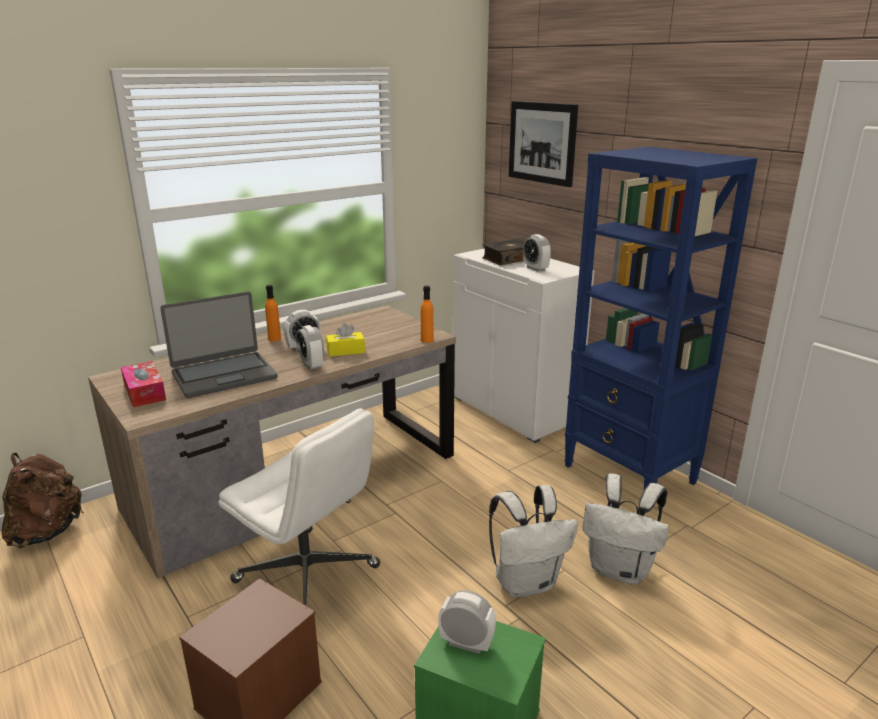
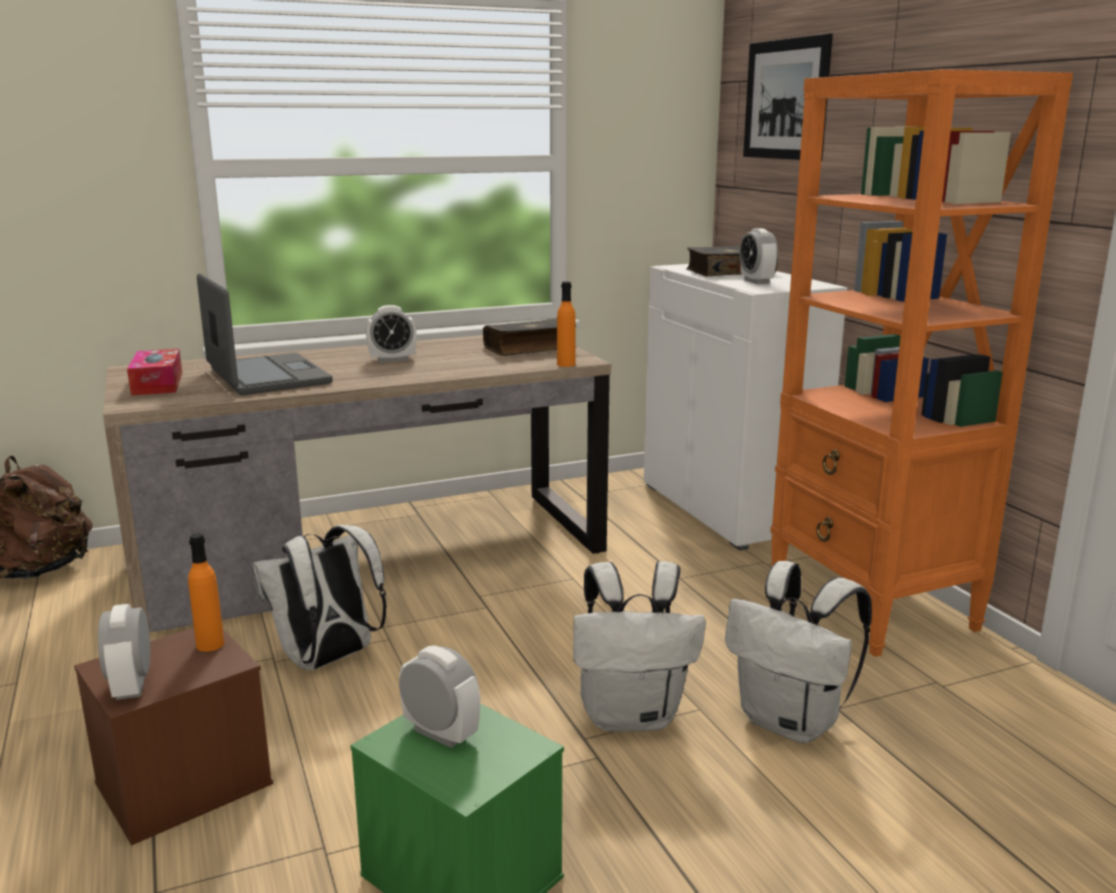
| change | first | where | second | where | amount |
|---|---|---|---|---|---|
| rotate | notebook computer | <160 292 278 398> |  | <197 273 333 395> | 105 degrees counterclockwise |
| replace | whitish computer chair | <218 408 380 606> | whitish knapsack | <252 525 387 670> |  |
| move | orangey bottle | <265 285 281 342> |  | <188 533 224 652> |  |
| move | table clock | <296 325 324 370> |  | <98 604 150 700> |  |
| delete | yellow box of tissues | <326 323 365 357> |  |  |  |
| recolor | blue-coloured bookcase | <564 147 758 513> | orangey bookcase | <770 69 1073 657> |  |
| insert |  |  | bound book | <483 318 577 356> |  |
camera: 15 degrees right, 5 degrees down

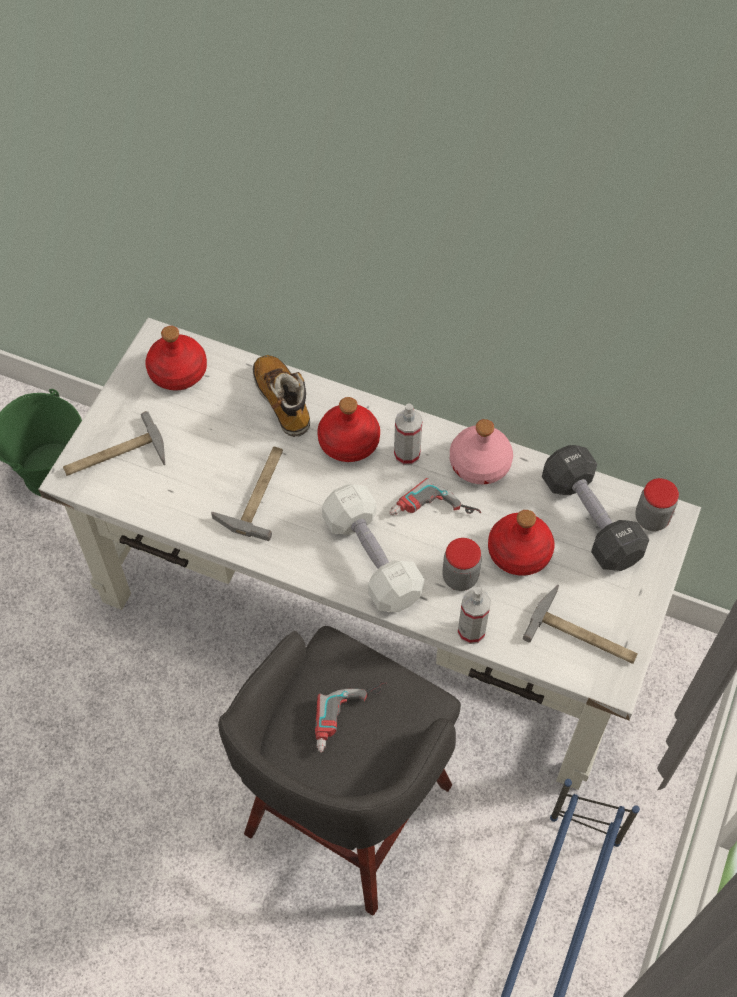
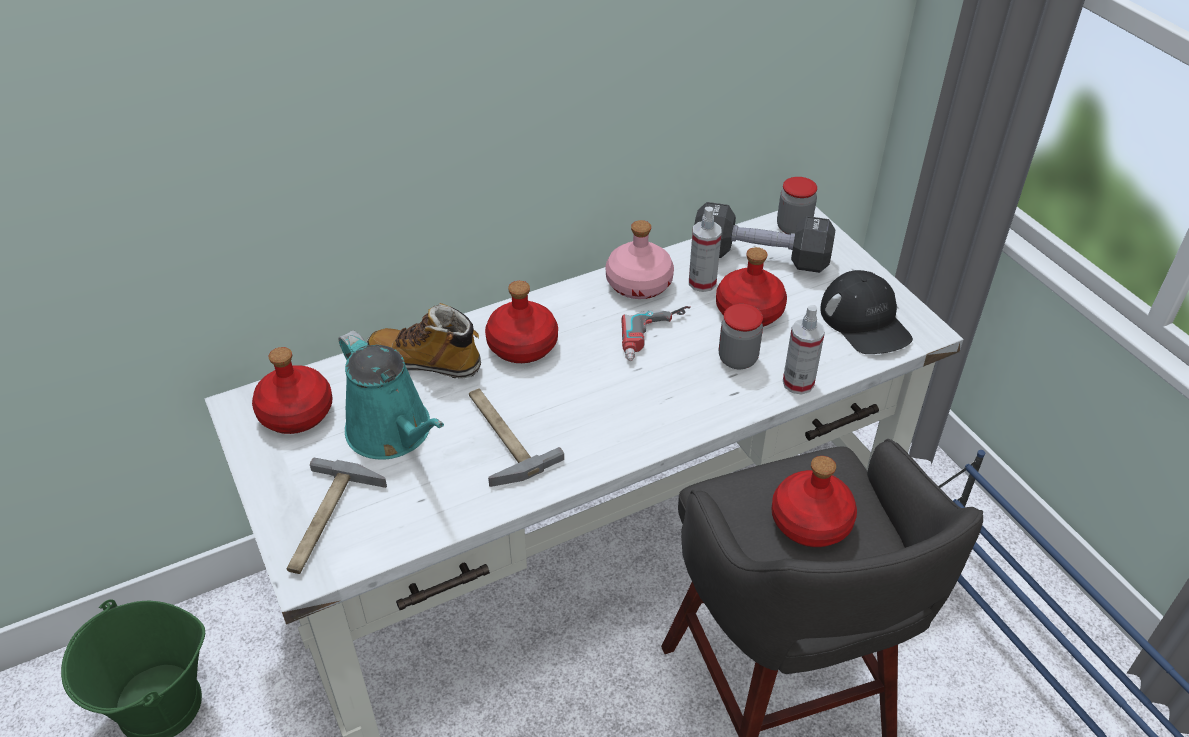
| change | first | where | second | where | amount |
|---|---|---|---|---|---|
| replace | drill | <315 682 387 753> | red bottle | <771 456 857 547> |  |
| delete | whitish free weight | <322 484 424 612> |  |  |  |
| move | spray bottle | <394 404 423 465> |  | <689 207 722 292> |  |
| replace | hammer | <523 585 638 664> | black peaked cap | <820 270 913 354> |  |
| insert |  |  | turquoise watering pot | <338 330 444 459> |  |
camera: 50 degrees left, 15 degrees down

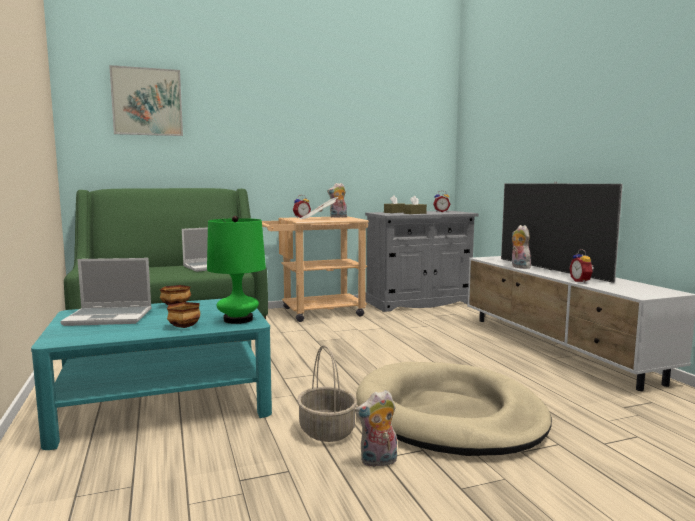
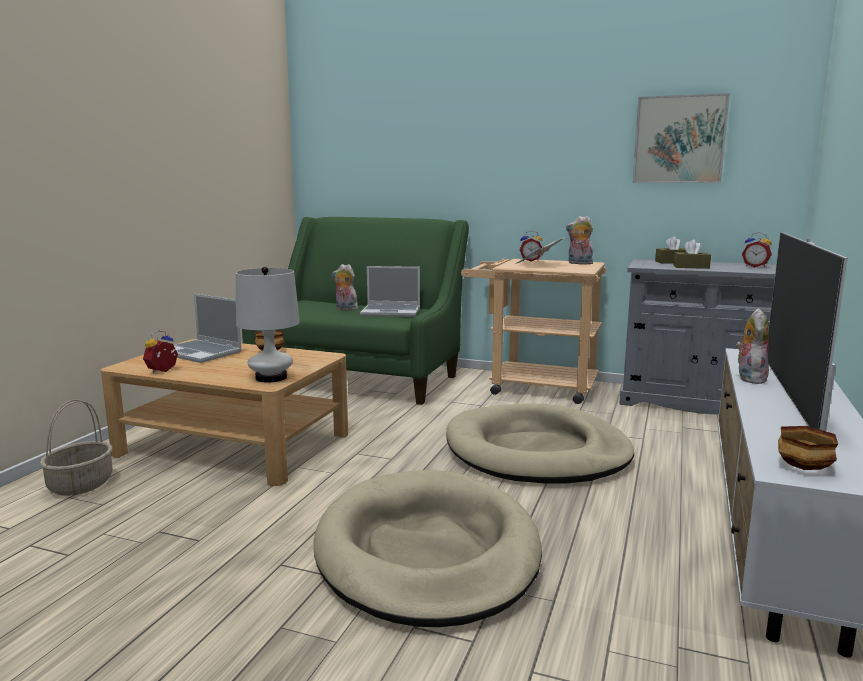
| change | first | where | second | where | amount |
|---|---|---|---|---|---|
| recolor | turquoise lounge table | <31 299 272 450> | sand-coloured lounge table | <101 339 348 486> |  |
| move | wall picture | <109 65 183 136> |  | <633 93 730 183> |  |
| move | serving bowl | <167 302 200 328> |  | <778 426 838 470> |  |
| recolor | green lamp for a table | <207 216 266 324> | whitish lamp for a table | <236 267 300 382> |  |
| move | household basket | <297 345 357 442> |  | <40 399 112 496> |  |
| move | cuddly toy | <355 390 397 467> |  | <332 264 358 311> |  |
| move | table clock | <570 249 593 283> |  | <143 330 178 374> |  |
| insert |  |  | sand-coloured dog bed | <446 403 634 484> |  |
camera: 40 degrees right, 5 degrees up

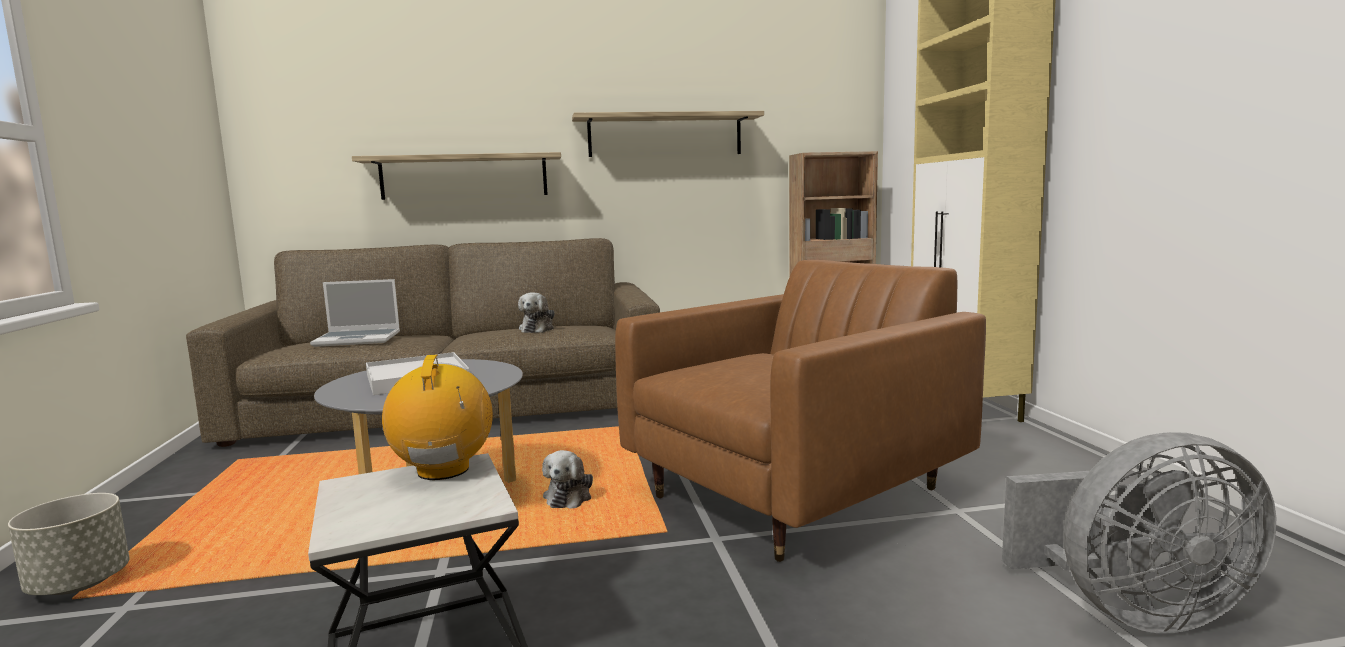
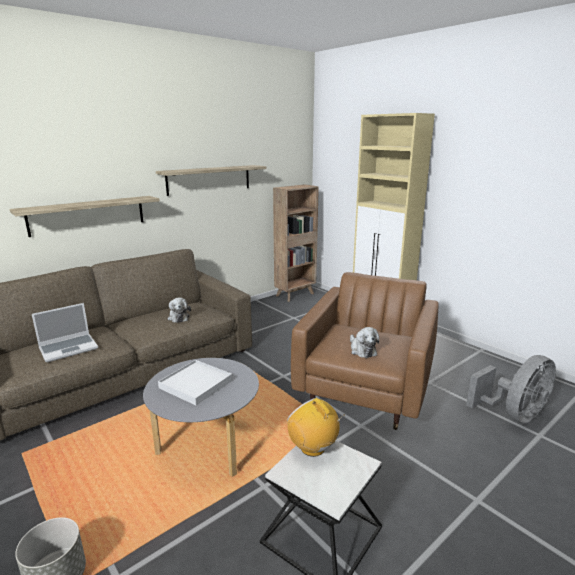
| change | first | where | second | where | amount |
|---|---|---|---|---|---|
| move | cuddly toy | <542 450 593 509> |  | <350 327 379 358> |  |
camera: 30 degrees left, 10 degrees up

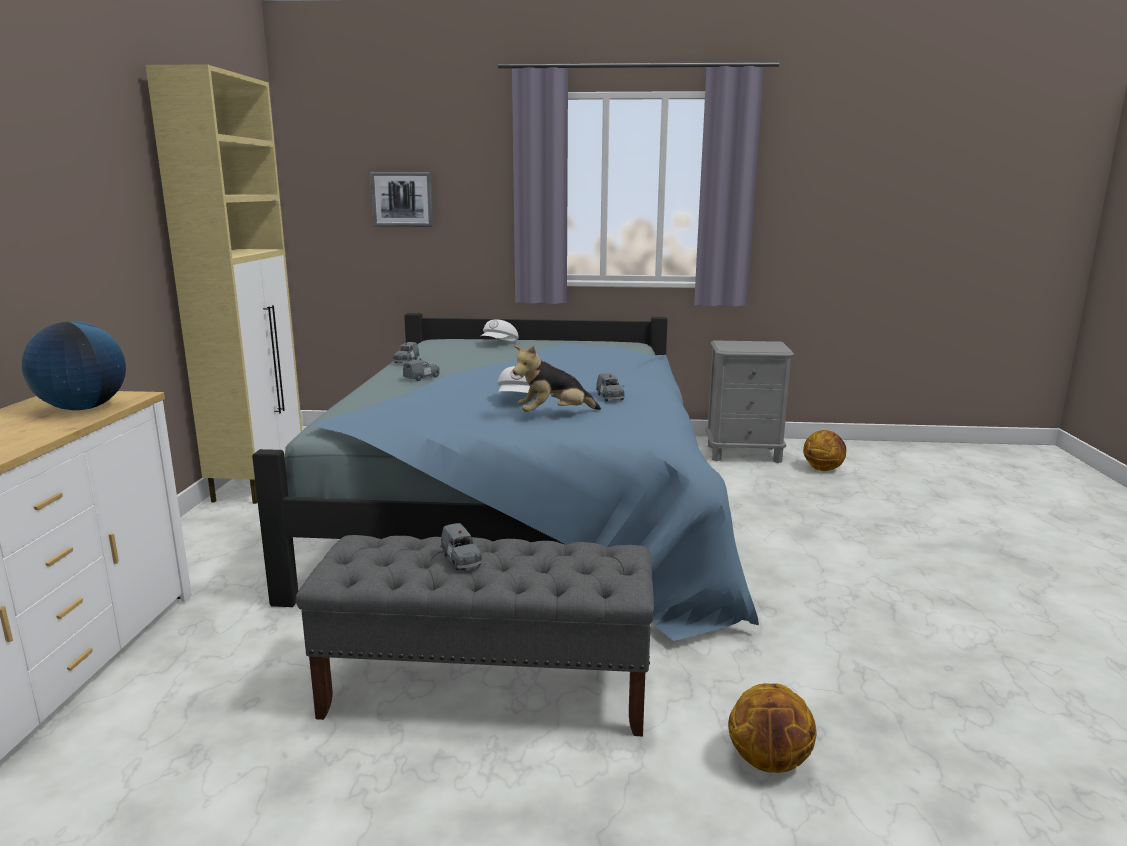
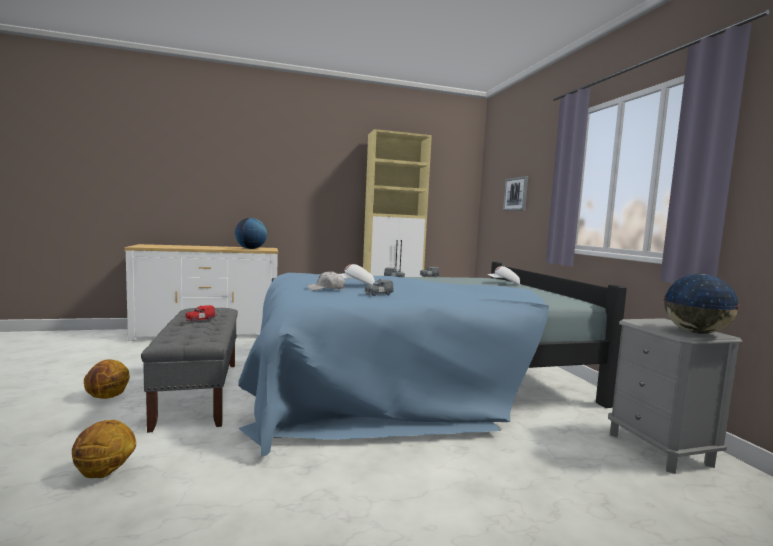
| change | first | where | second | where | amount |
|---|---|---|---|---|---|
| recolor | greyish toy car | <440 523 482 570> | red toy car | <186 305 216 323> |  |
| replace | cuddly toy | <513 346 601 412> | whitish peaked cap | <307 271 345 290> |  |
| move | ball for basketball | <803 430 846 471> |  | <84 359 130 399> |  |
| insert |  |  | world globe | <663 274 740 334> |  |
camera: 70 degrees right, 10 degrees down

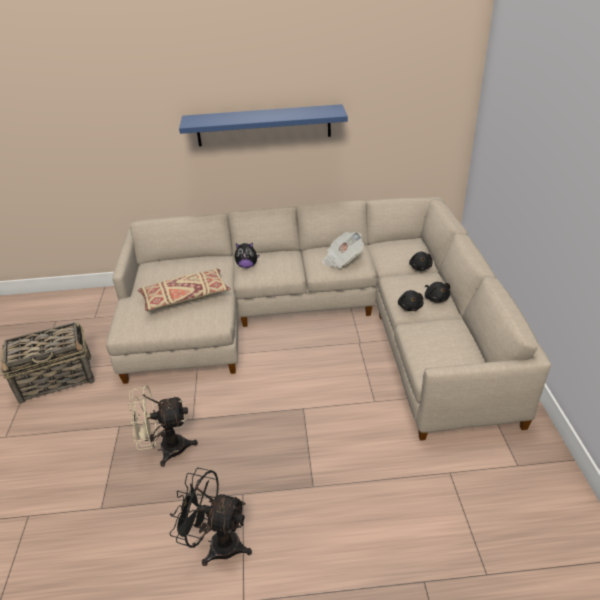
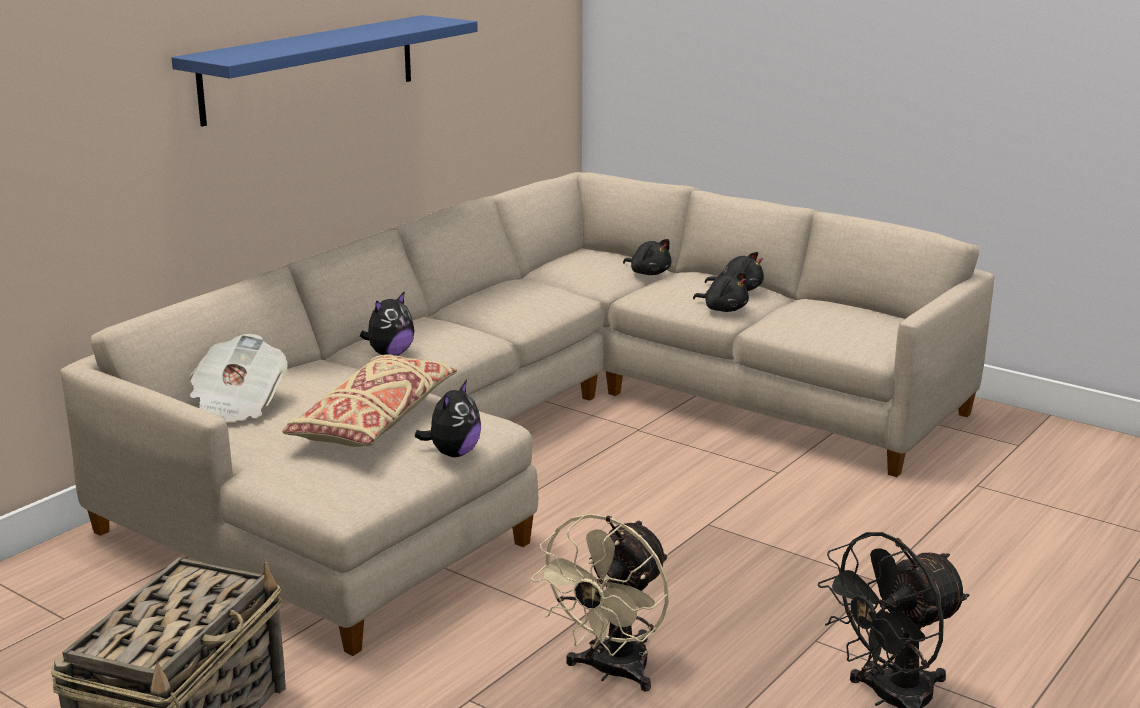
| change | first | where | second | where | amount |
|---|---|---|---|---|---|
| move | daily paper | <321 232 364 269> |  | <190 334 288 422> |  |
| insert |  |  | cuddly toy | <415 380 481 457> |  |
camera: 50 degrees left, 15 degrees down

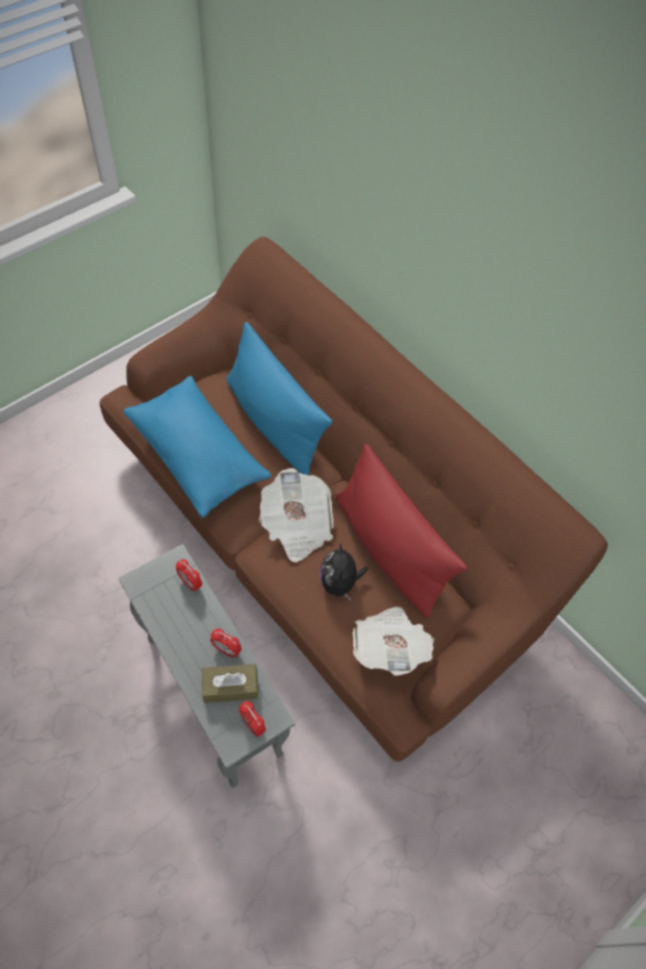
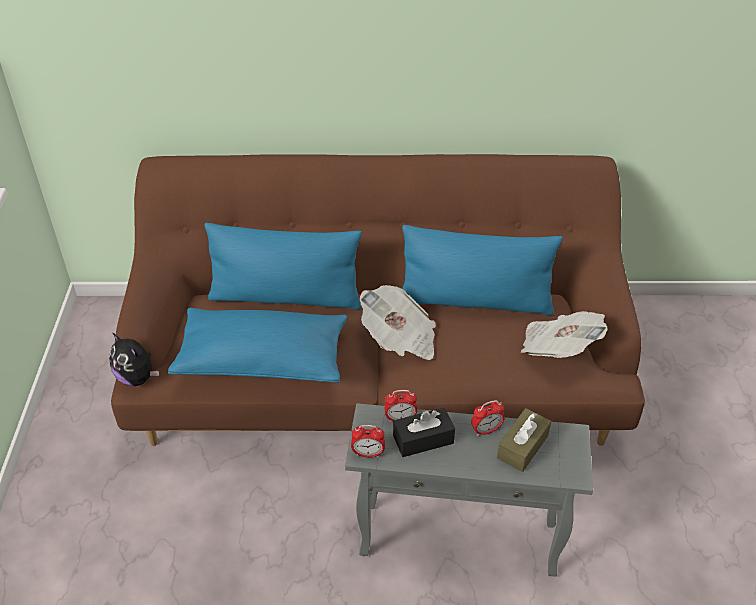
| change | first | where | second | where | amount |
|---|---|---|---|---|---|
| move | table clock | <239 701 266 737> |  | <351 425 385 457> |  |
| move | cuddly toy | <320 544 368 601> |  | <109 332 159 386> |  |
| recolor | red throw pillow | <336 444 467 618> | blue-coloured throw pillow | <402 225 563 315> |  |
| insert |  |  | black box of tissues | <393 408 455 457> |  |
camera: 45 degrees left, 15 degrees down

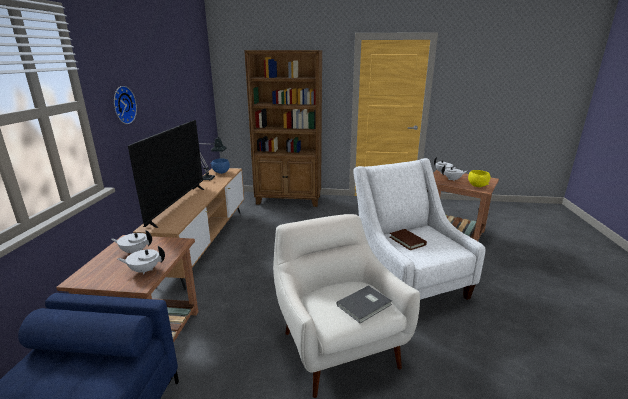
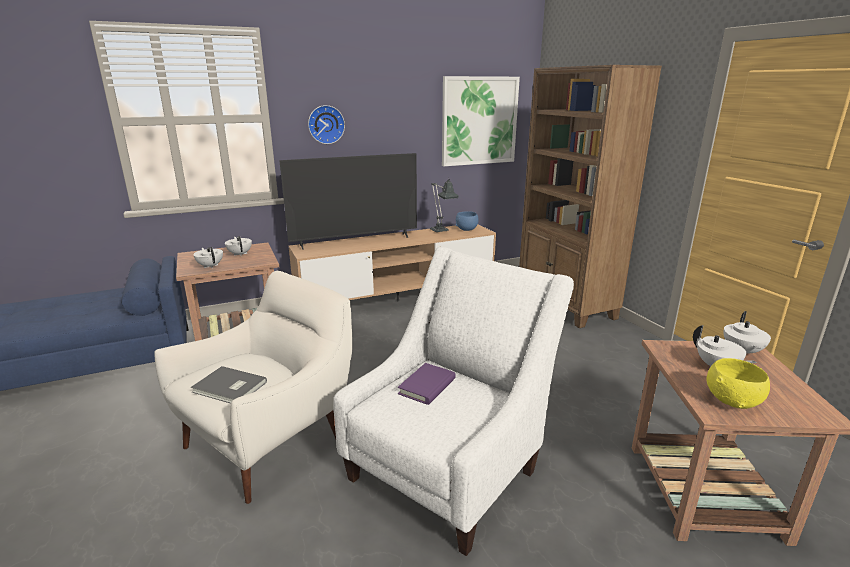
| change | first | where | second | where | amount |
|---|---|---|---|---|---|
| recolor | brownish bound book | <390 229 427 250> | purple-coloured bound book | <398 363 456 405> |  |
| insert |  |  | wall picture | <442 76 520 166> |  |
camera: 60 degrees right, 0 degrees up

